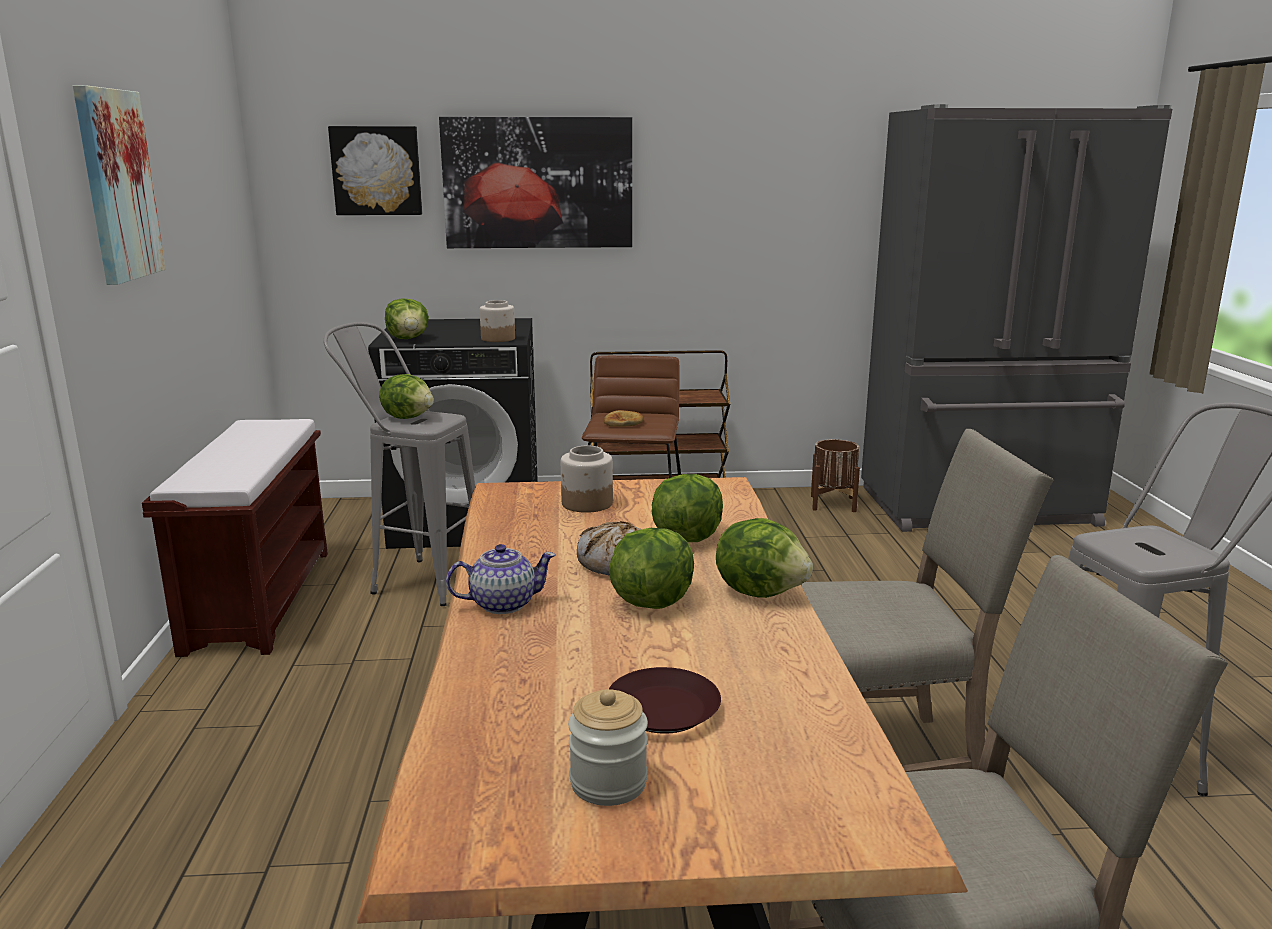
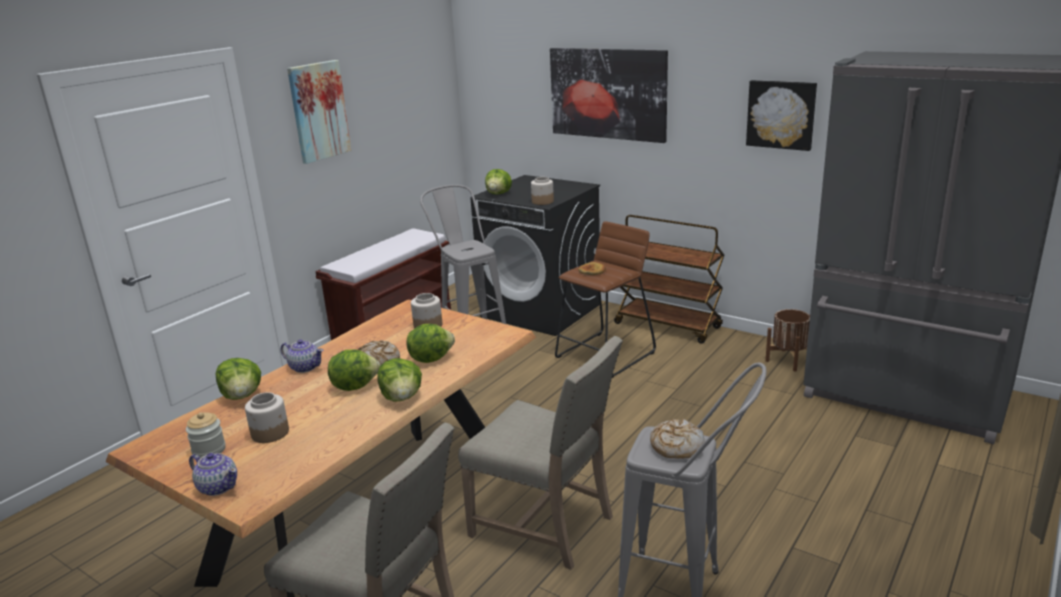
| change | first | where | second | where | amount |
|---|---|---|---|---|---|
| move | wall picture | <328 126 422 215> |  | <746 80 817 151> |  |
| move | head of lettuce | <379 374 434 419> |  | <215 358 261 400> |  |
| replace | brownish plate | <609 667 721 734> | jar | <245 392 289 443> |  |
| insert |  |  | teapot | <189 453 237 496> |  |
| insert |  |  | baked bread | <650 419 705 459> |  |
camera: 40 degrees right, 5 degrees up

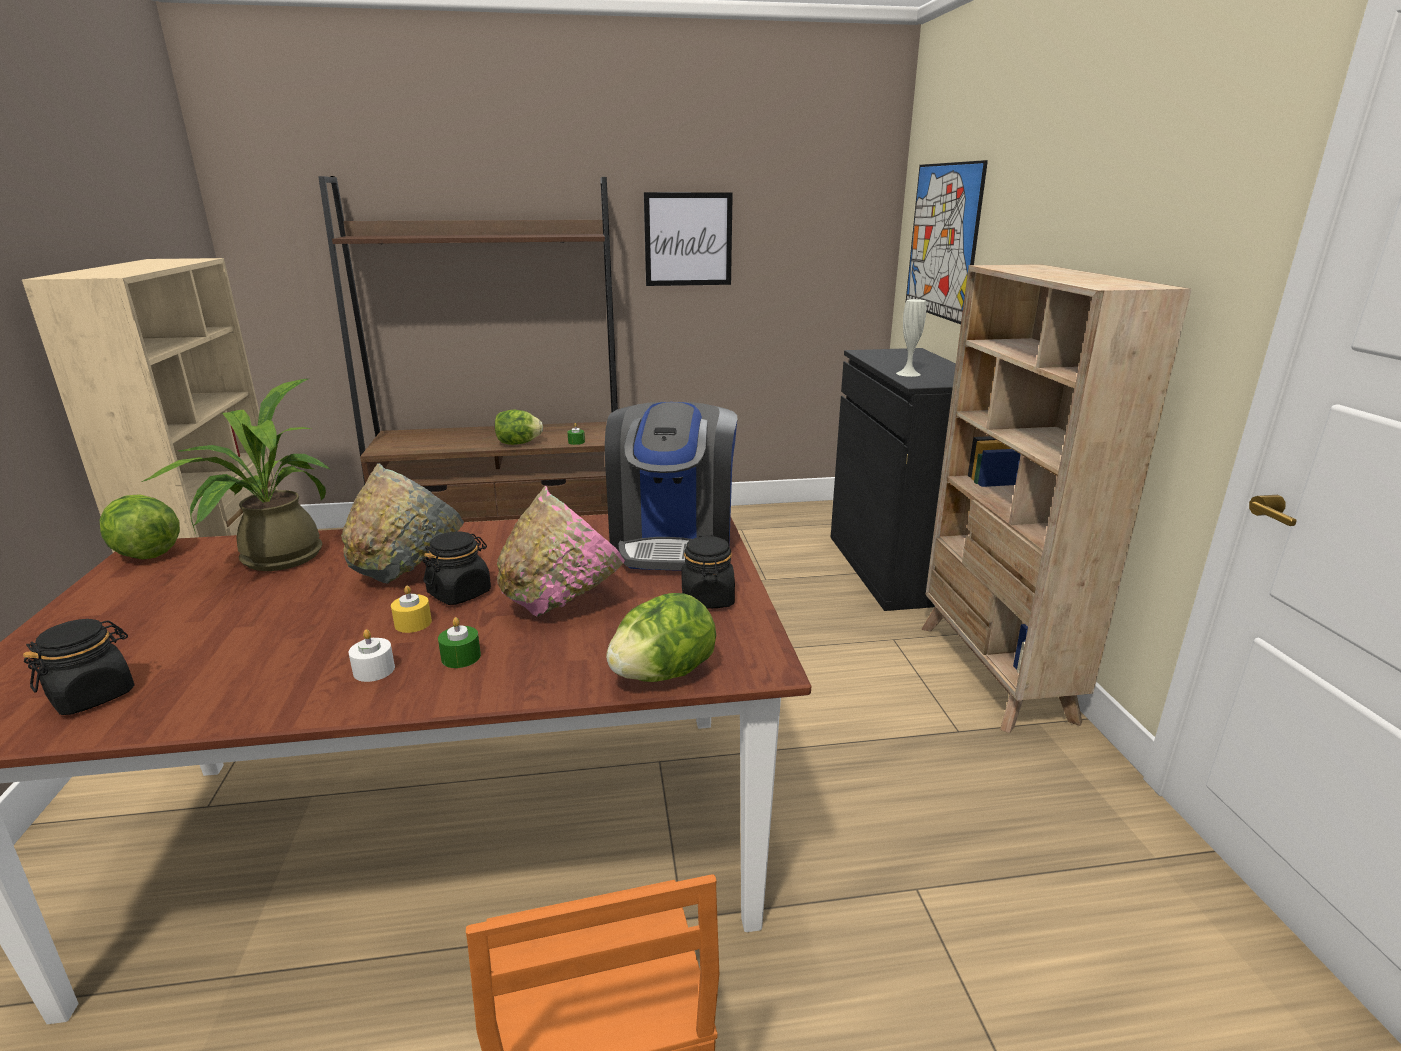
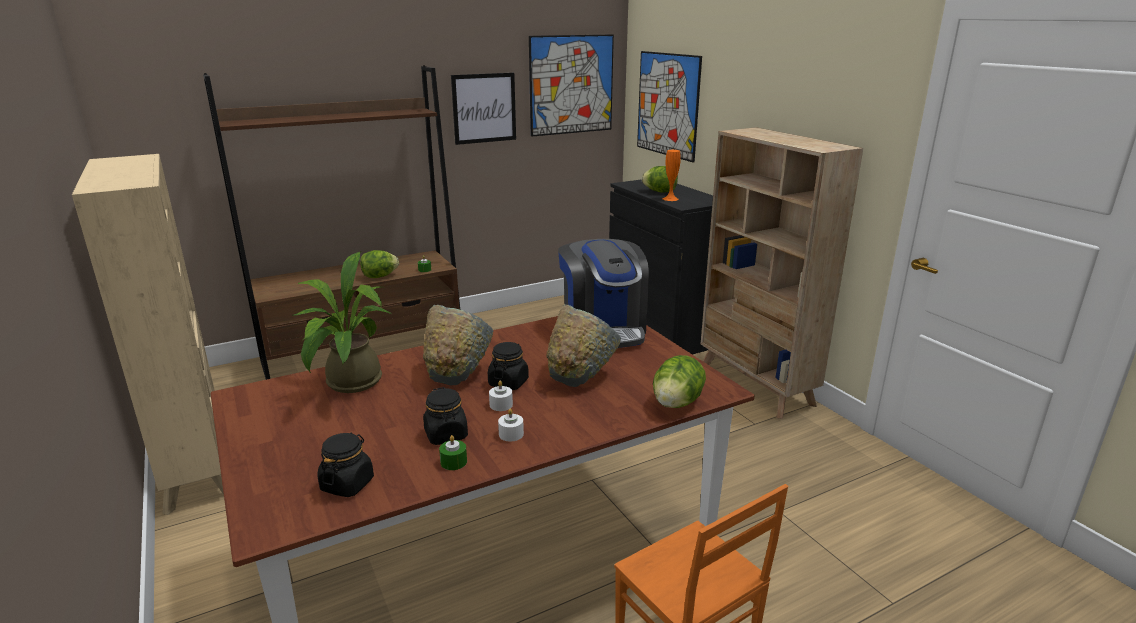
| change | first | where | second | where | amount |
|---|---|---|---|---|---|
| move | head of lettuce | <100 494 180 559> |  | <642 166 678 193> |  |
| recolor | yellow candle | <391 586 432 633> | whitish candle | <489 381 513 411> |  |
| move | green candle | <438 617 481 668> |  | <439 435 467 470> |  |
| recolor | pinkish serving bowl | <497 486 625 617> | greyish serving bowl | <546 304 621 387> |  |
| move | black jar | <682 535 735 609> |  | <423 387 468 445> |  |
| recolor | whitish vase | <896 299 926 377> | orangey vase | <663 150 681 201> |  |
| insert |  |  | wall picture | <529 34 614 137> |  |
camera: 20 degrees left, 0 degrees up

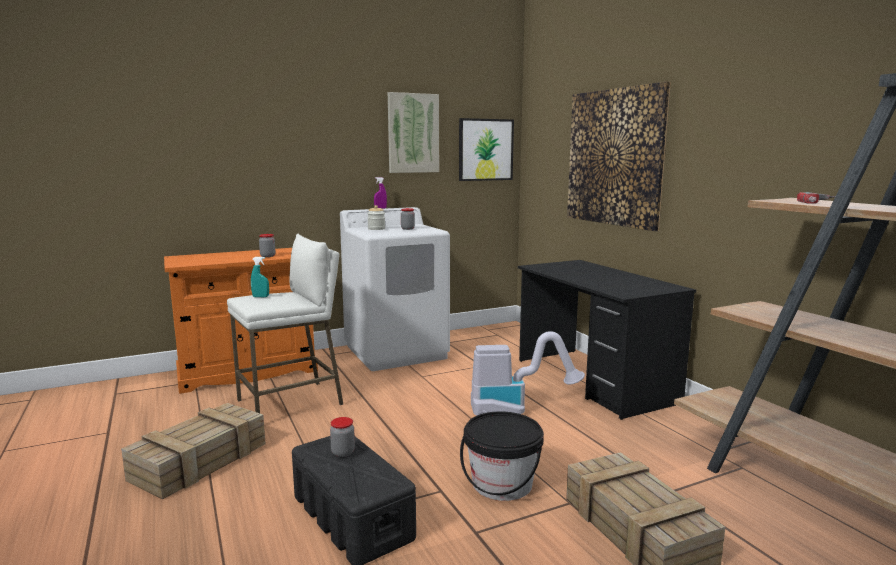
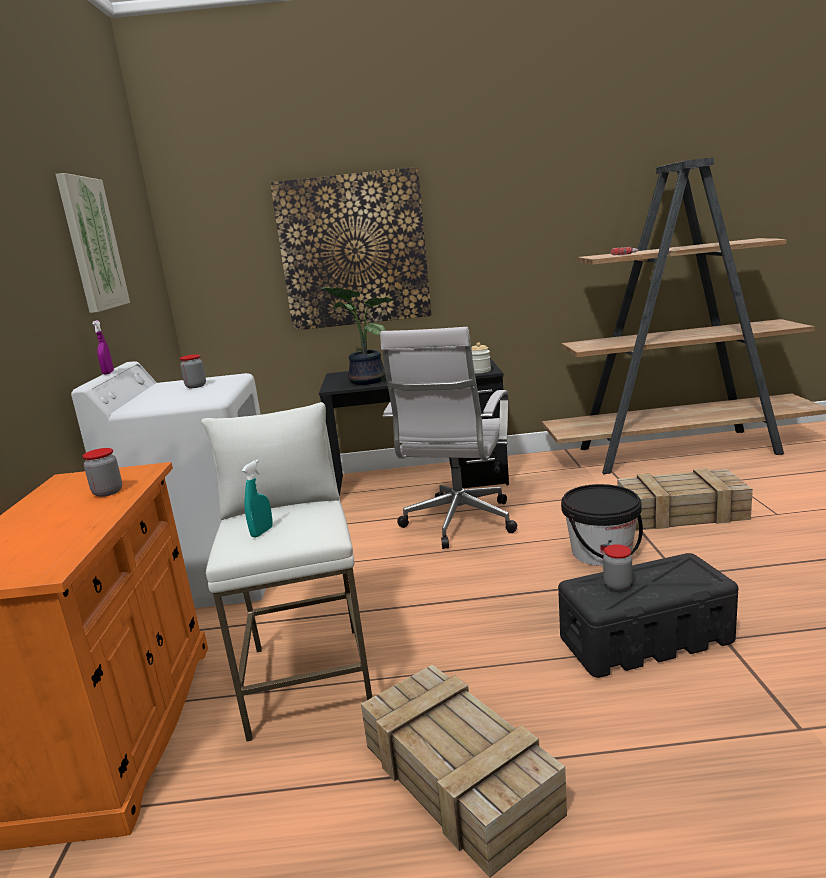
| change | first | where | second | where | amount |
|---|---|---|---|---|---|
| move | jar | <367 205 385 230> |  | <471 342 491 373> |  |
| delete | wall picture | <459 118 514 181> |  |  |  |
| replace | vacuum | <471 331 585 415> | whitish computer chair | <380 327 517 549> |  |
| insert |  |  | plant in a pot | <322 287 393 385> |  |
camera: 65 degrees left, 5 degrees up

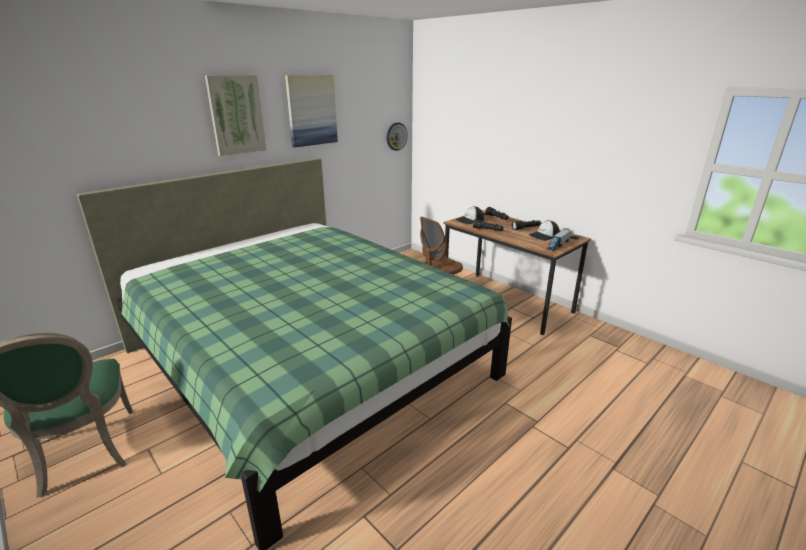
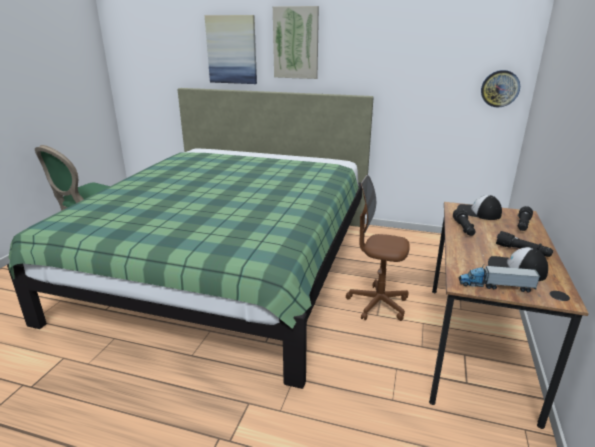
| change | first | where | second | where | amount |
|---|---|---|---|---|---|
| move | wall picture | <285 75 338 147> |  | <205 15 257 84> |  |
camera: 60 degrees right, 0 degrees up

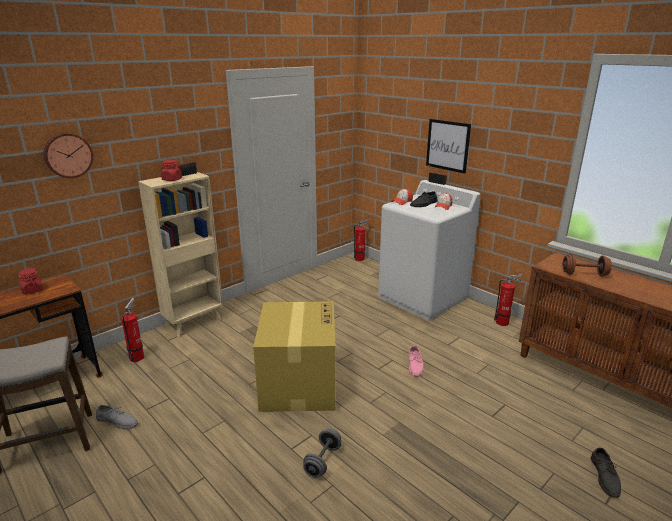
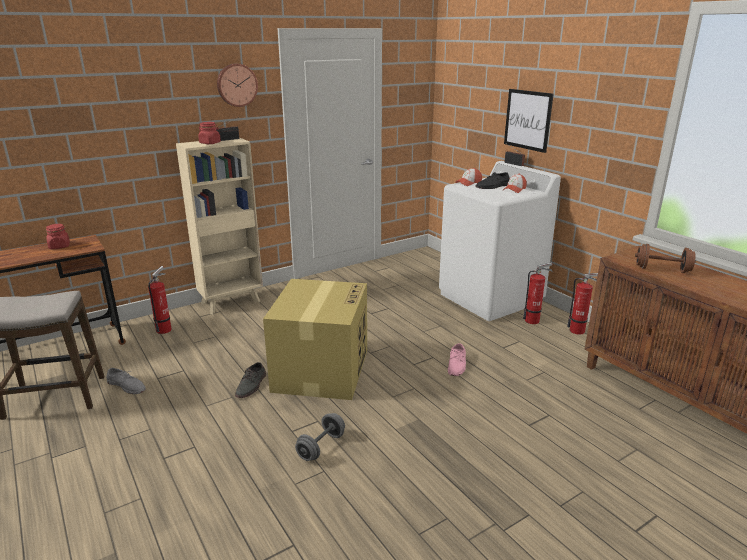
| change | first | where | second | where | amount |
|---|---|---|---|---|---|
| move | wall clock | <43 133 93 178> |  | <217 63 258 107> |  |
| move | extinguisher | <354 218 369 261> |  | <523 262 553 324> |  |
| move | greyish low shoe | <590 447 621 498> |  | <235 362 266 398> |  |
camera: 10 degrees right, 0 degrees up

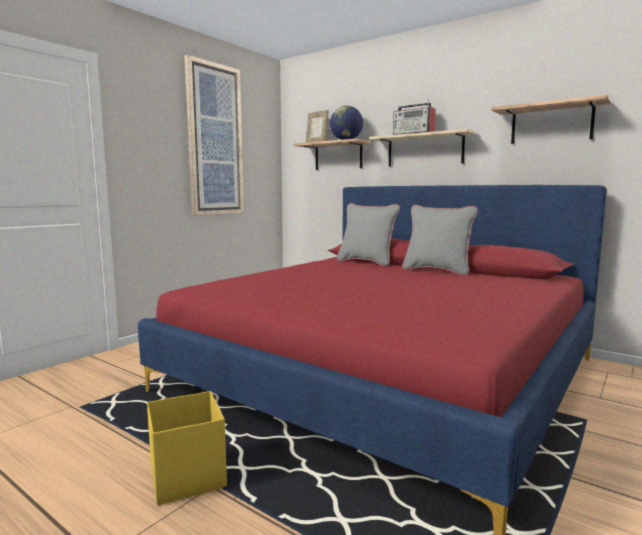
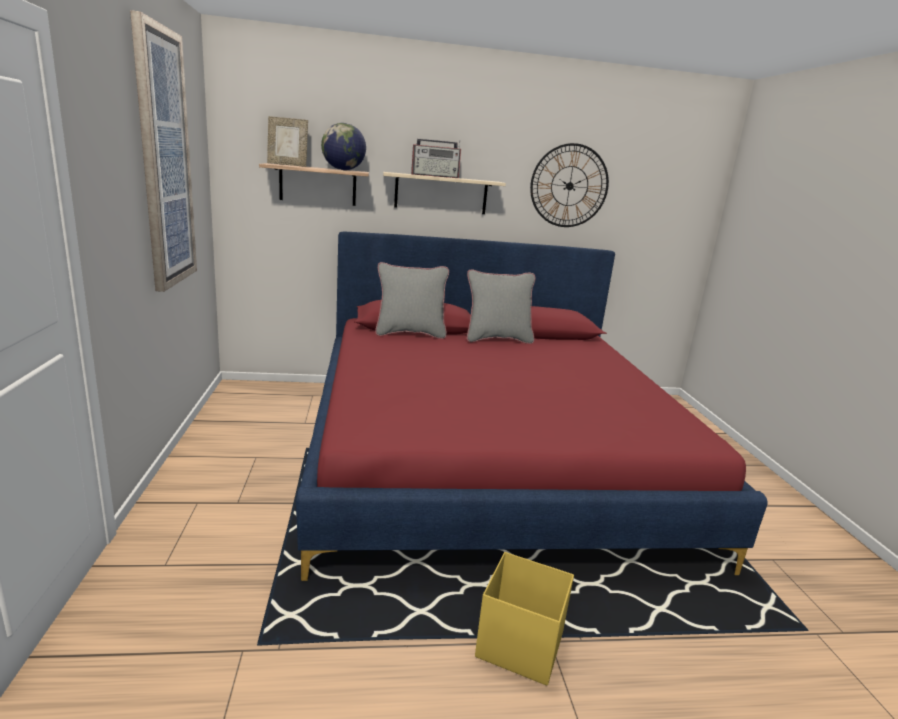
| change | first | where | second | where | amount |
|---|---|---|---|---|---|
| replace | shelf | <491 95 612 144> | wall clock | <530 143 609 227> |  |
camera: 45 degrees left, 10 degrees up

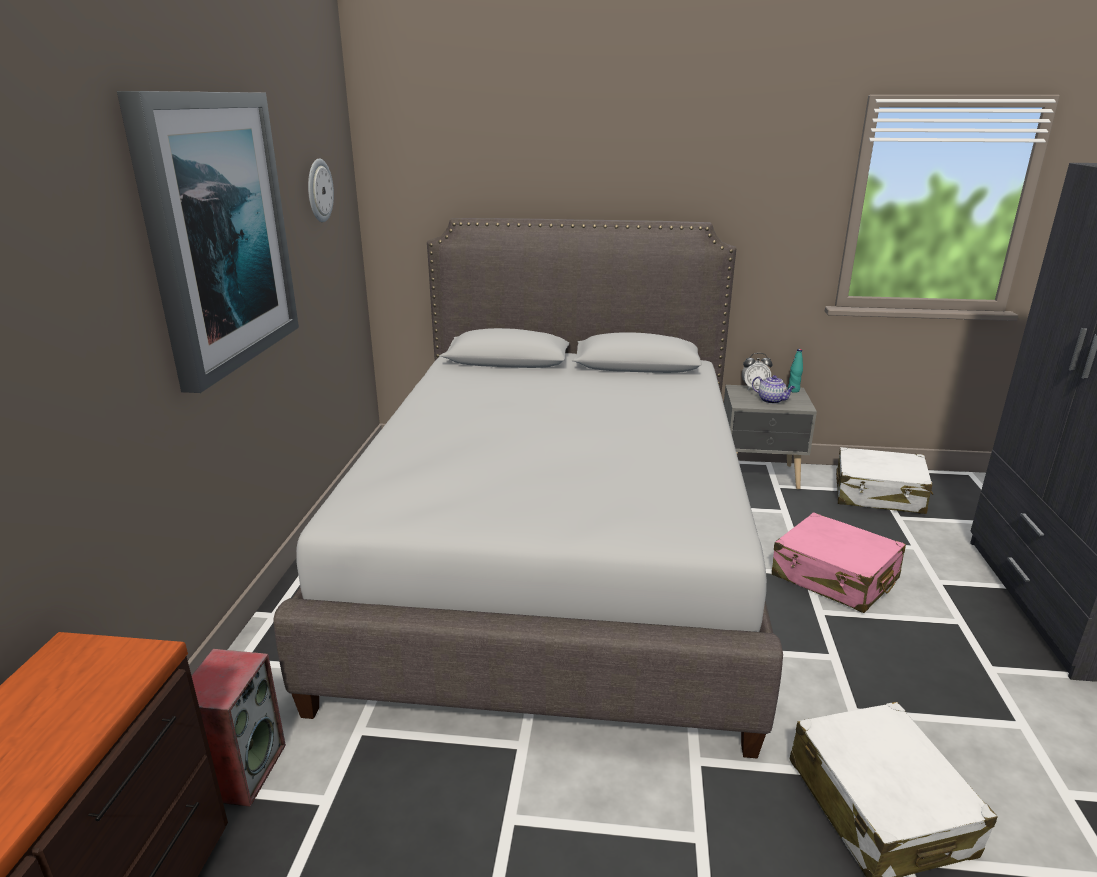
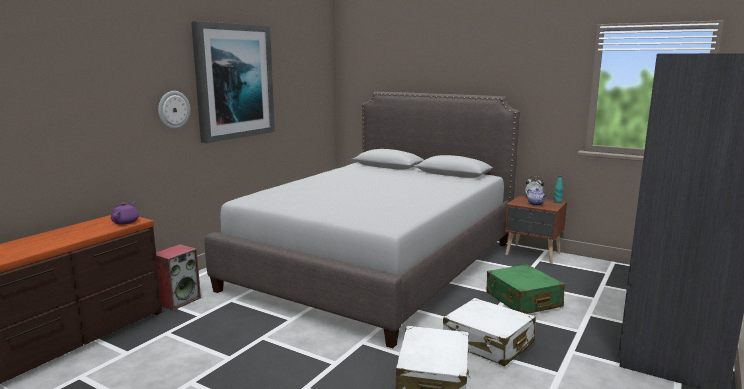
| change | first | where | second | where | amount |
|---|---|---|---|---|---|
| move | wall clock | <308 159 334 222> |  | <158 91 190 129> |  |
| recolor | greyish nightstand | <724 385 817 489> | brownish nightstand | <505 196 567 264> |  |
| recolor | pinkish piece of luggage | <772 512 906 613> | green piece of luggage | <487 264 565 314> |  |
| move | whitish piece of luggage | <836 447 933 514> |  | <443 298 536 366> |  |
| insert |  |  | purple-coloured teapot | <111 201 139 225> |  |
camera: 25 degrees right, 10 degrees down

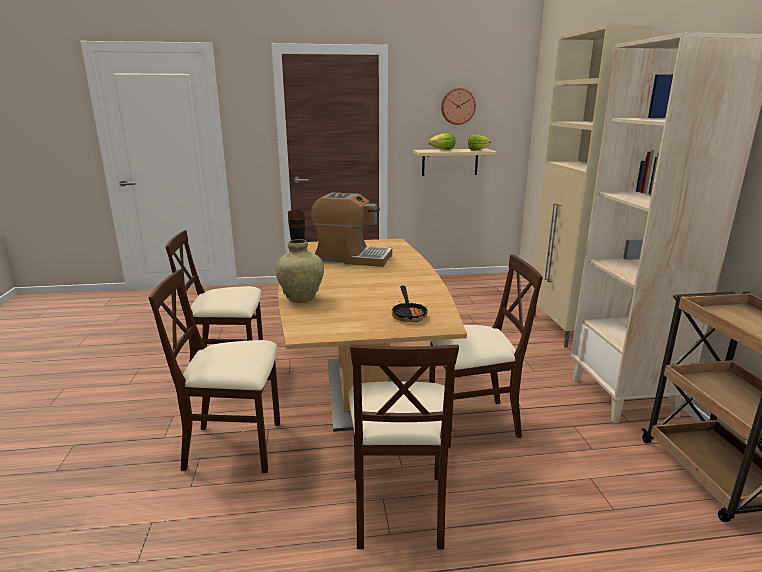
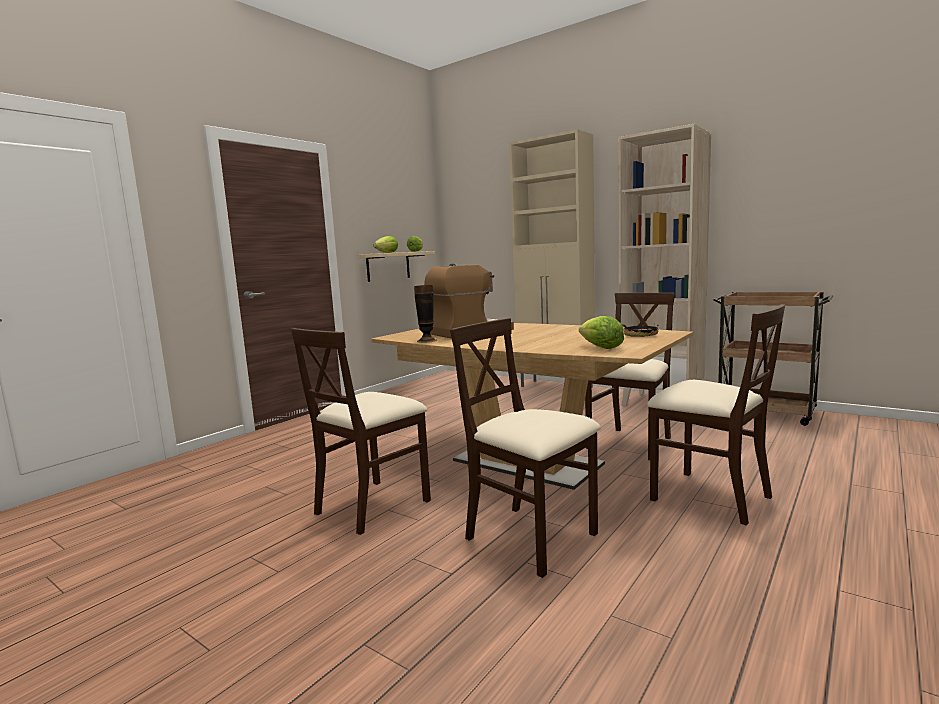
| change | first | where | second | where | amount |
|---|---|---|---|---|---|
| rotate | sand-coloured chair | <148 269 280 473> |  | <450 318 601 578> | 90 degrees clockwise |
| delete | sand-coloured vase | <276 239 324 303> |  |  |  |
| delete | wall clock | <441 88 476 125> |  |  |  |
| insert |  |  | head of lettuce | <579 316 624 349> |  |
camera: 45 degrees left, 10 degrees down

